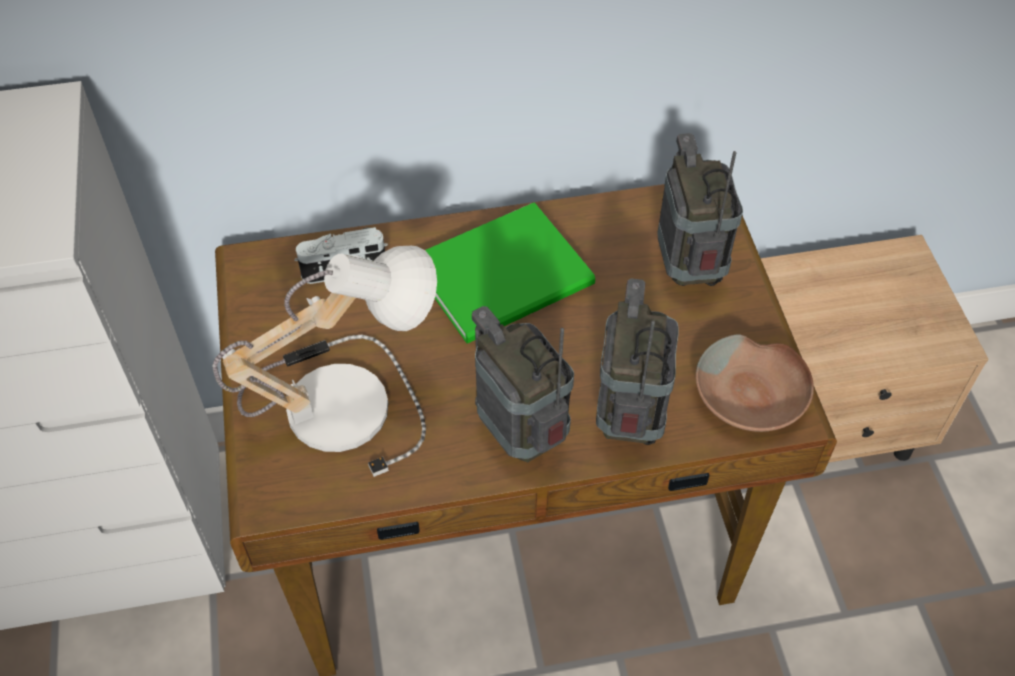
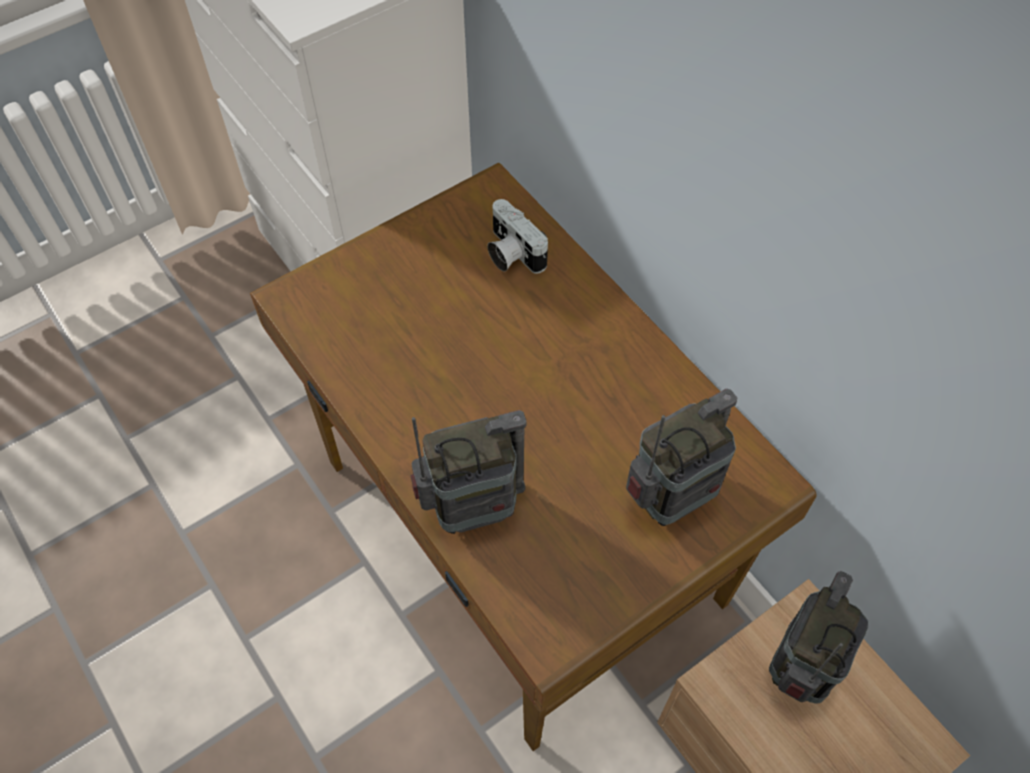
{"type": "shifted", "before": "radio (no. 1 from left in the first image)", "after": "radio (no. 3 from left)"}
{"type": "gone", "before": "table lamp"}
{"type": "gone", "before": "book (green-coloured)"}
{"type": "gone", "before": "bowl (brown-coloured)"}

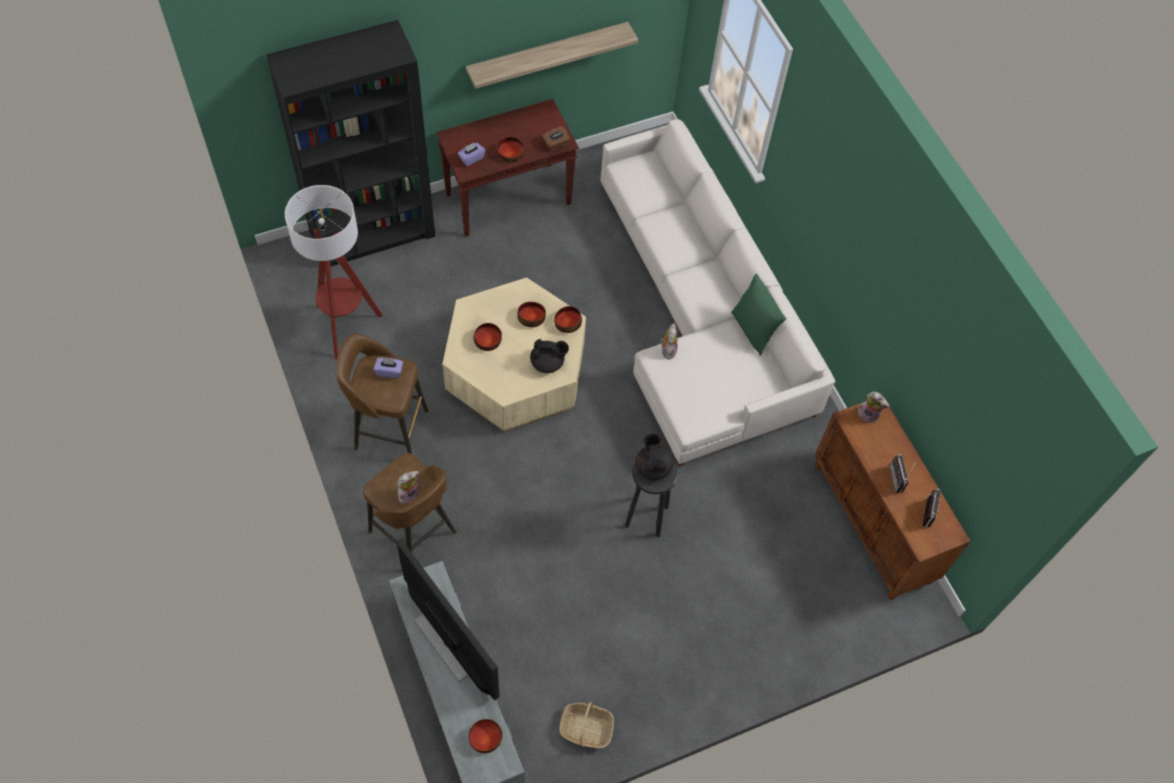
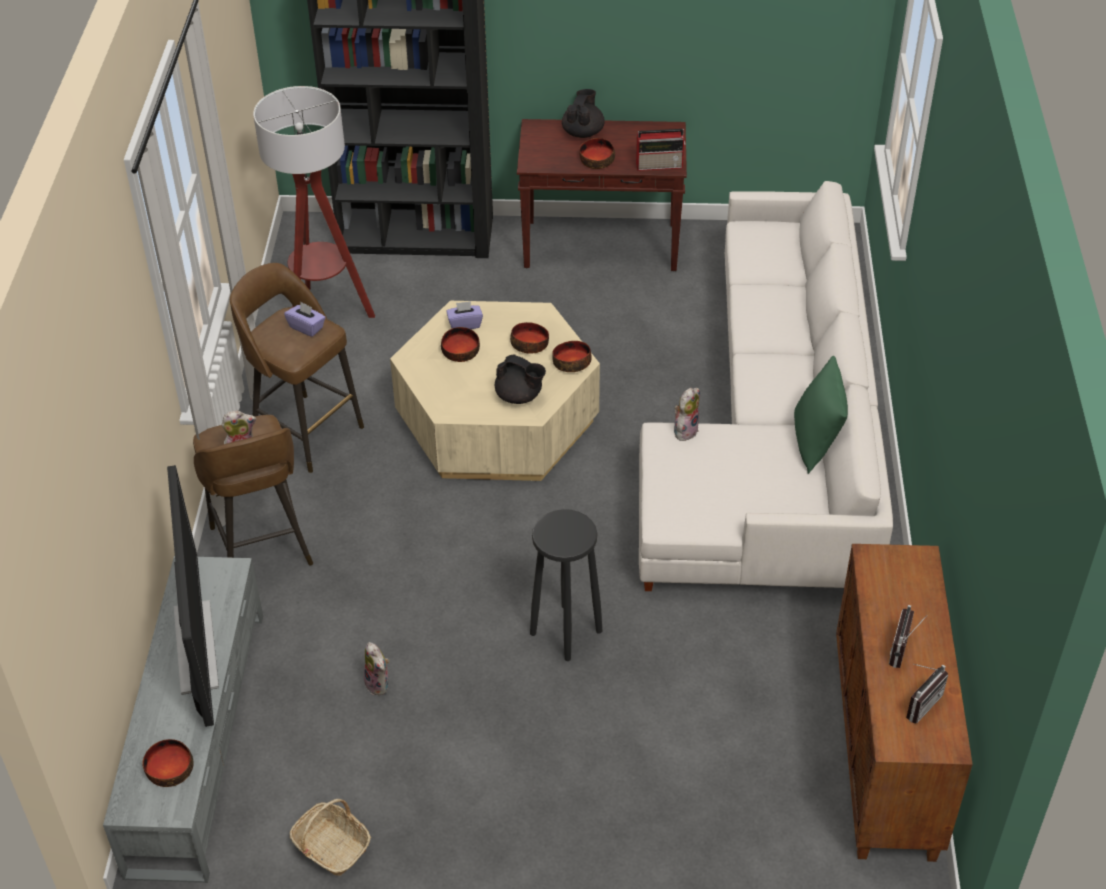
{"type": "shifted", "before": "cuddly toy (no. 3 from left in the first image)", "after": "cuddly toy (no. 2 from left)"}
{"type": "shifted", "before": "tissue holder (purple-coloured) (no. 2 from left)"}
{"type": "shifted", "before": "teapot (blackish) (no. 2 from left)"}
{"type": "swapped", "before": "tissue holder (brown-coloured)", "after": "radio (no. 1 from left)"}
{"type": "gone", "before": "wall shelf"}

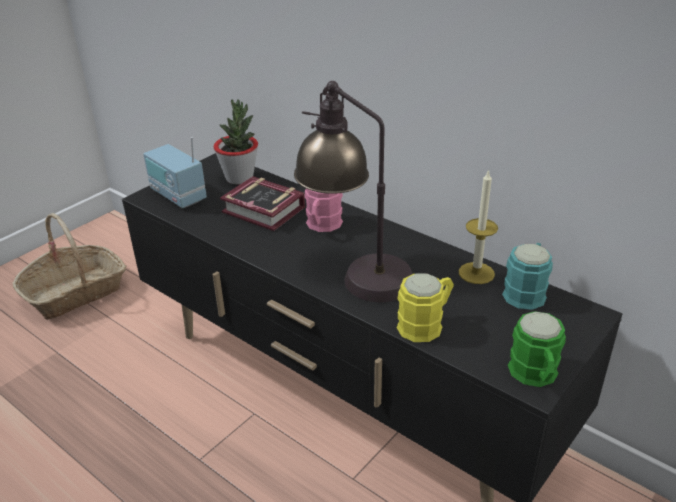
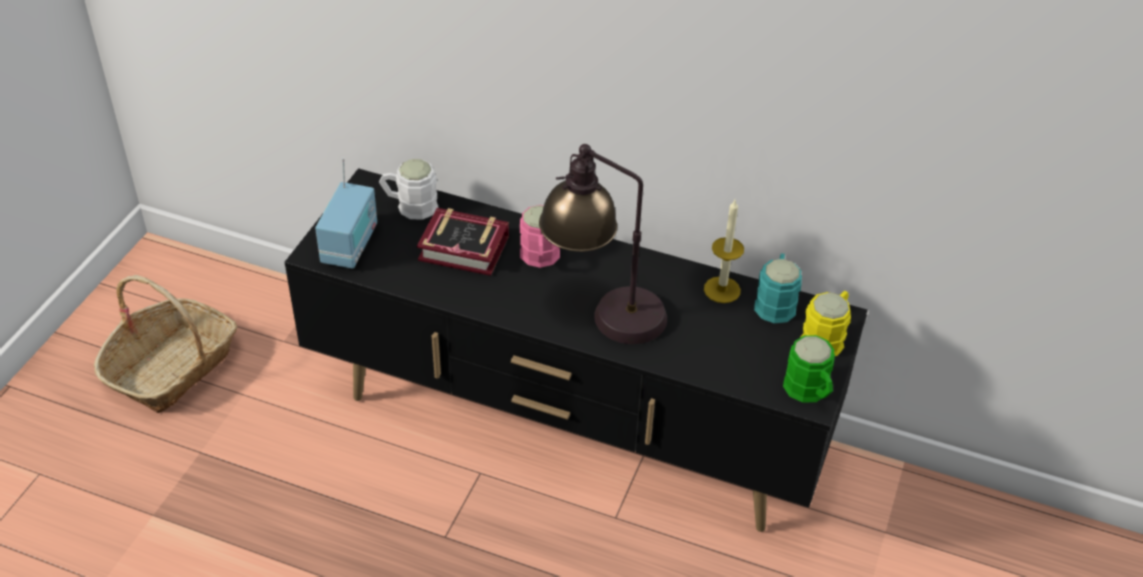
{"type": "rotated", "before": "radio", "turn": -105}
{"type": "swapped", "before": "plant in a pot", "after": "coffee mug (whitish)"}
{"type": "shifted", "before": "coffee mug (yellow)"}

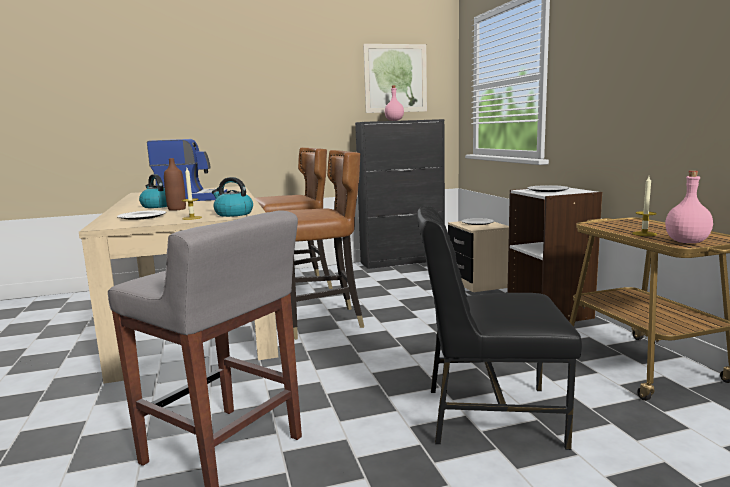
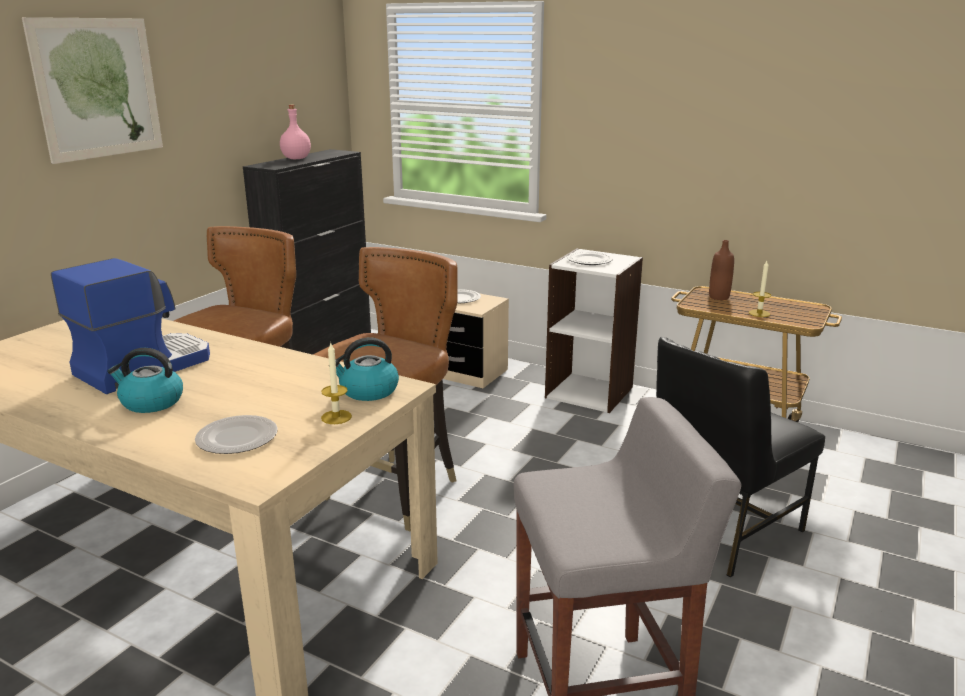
{"type": "shifted", "before": "wall art"}
{"type": "shifted", "before": "drink bottle (brown-coloured)"}
{"type": "gone", "before": "drink bottle (pink-coloured) (no. 2 from left)"}

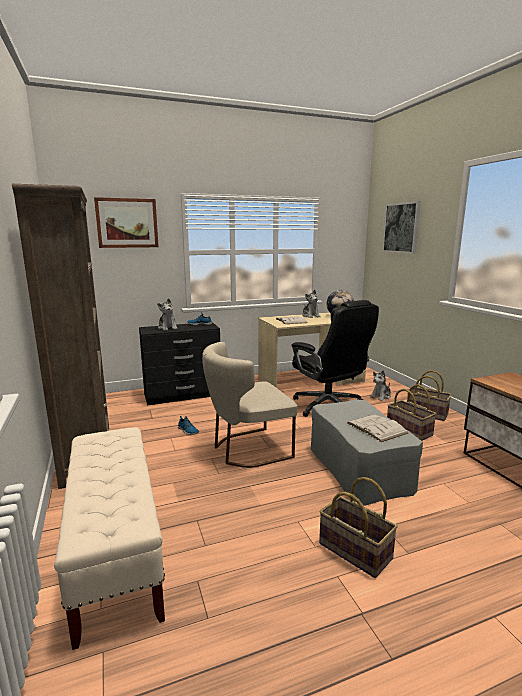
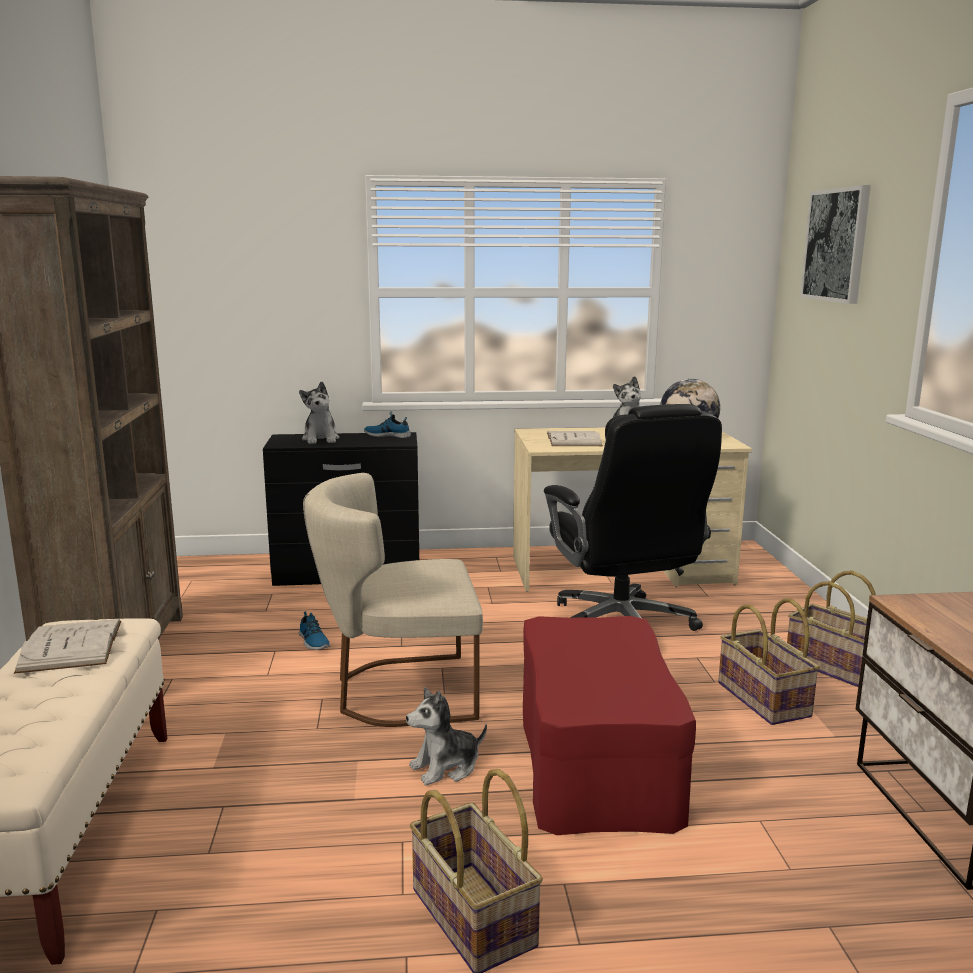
{"type": "shifted", "before": "book (whitish) (no. 2 from left in the first image)", "after": "book (whitish) (no. 1 from left)"}
{"type": "shifted", "before": "cuddly toy (no. 3 from left in the first image)", "after": "cuddly toy (no. 2 from left)"}
{"type": "repainted", "before": "pouffe (grey)", "after": "pouffe (reddish)"}
{"type": "gone", "before": "wall art (no. 1 from left)"}

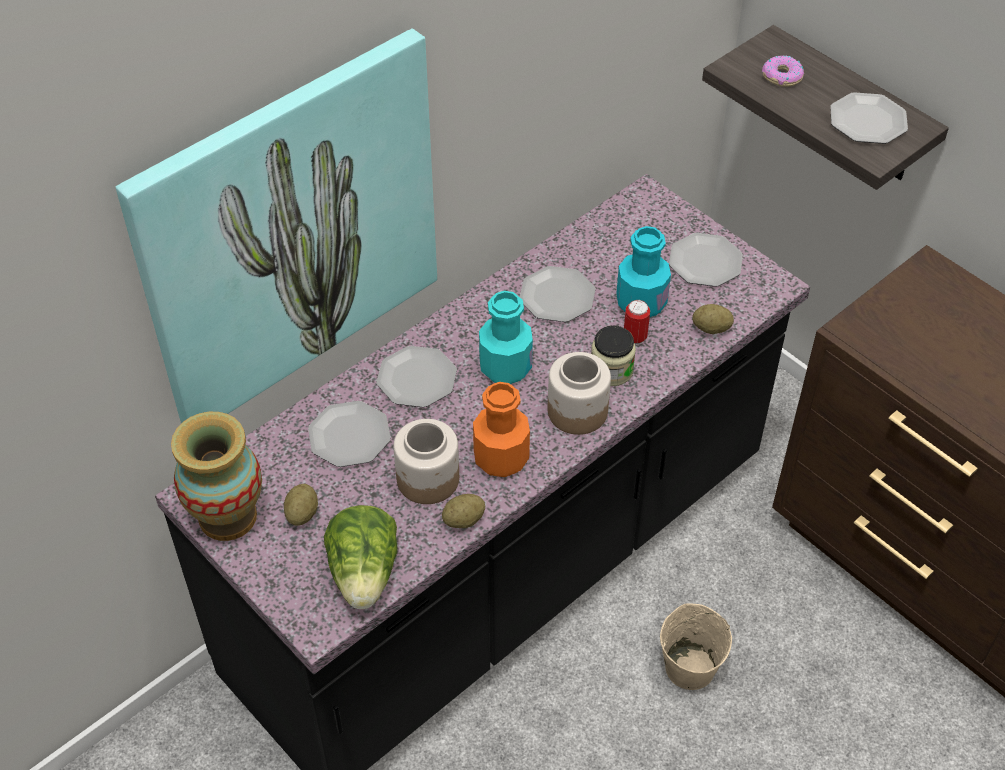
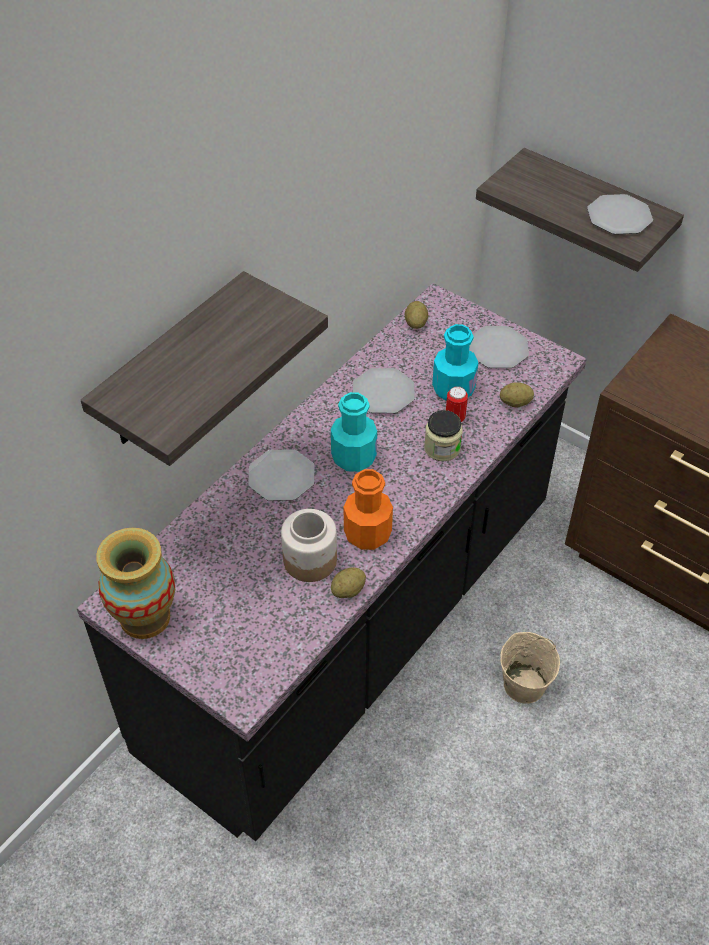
{"type": "swapped", "before": "wall art", "after": "wall shelf (no. 1 from left)"}
{"type": "shifted", "before": "whole potato (no. 1 from left in the first image)", "after": "whole potato (no. 2 from left)"}
{"type": "gone", "before": "flat dish (no. 1 from left)"}
{"type": "gone", "before": "lettuce"}
{"type": "gone", "before": "preserve jar (no. 2 from left)"}
{"type": "gone", "before": "donut"}

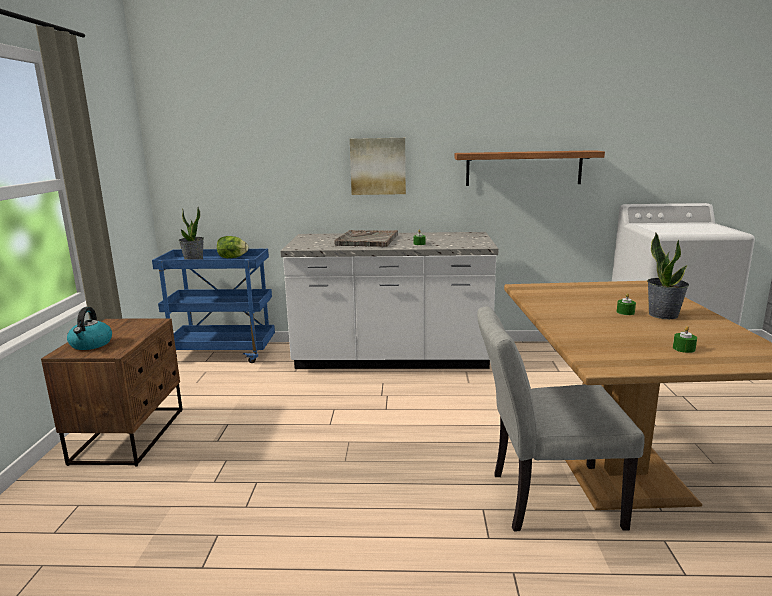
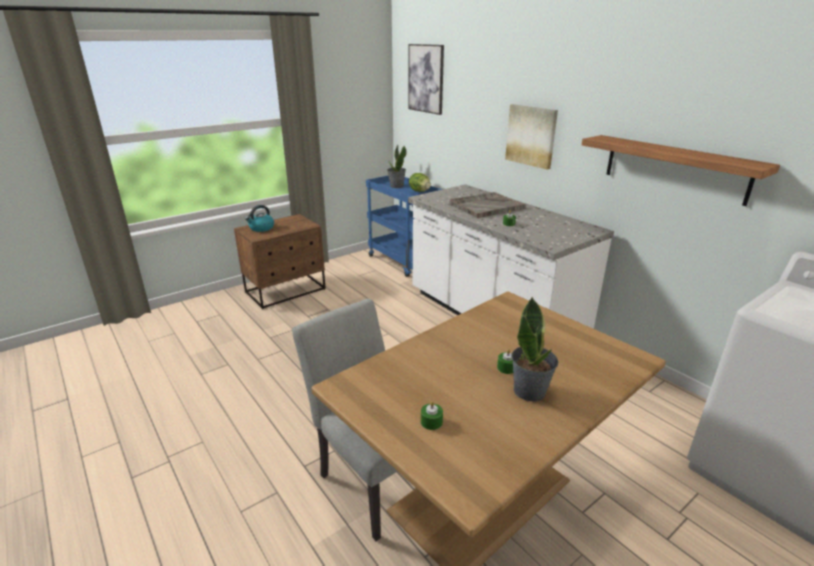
{"type": "new", "after": "wall art (no. 1 from left)"}

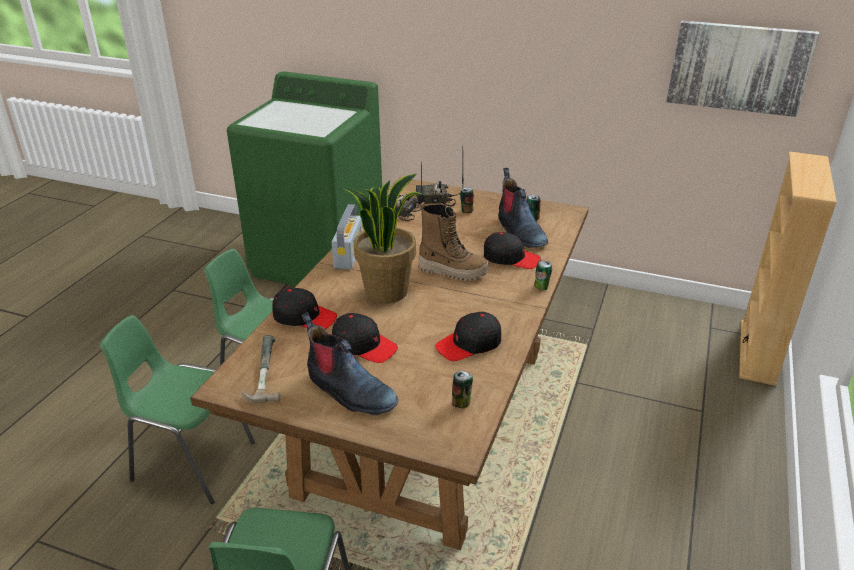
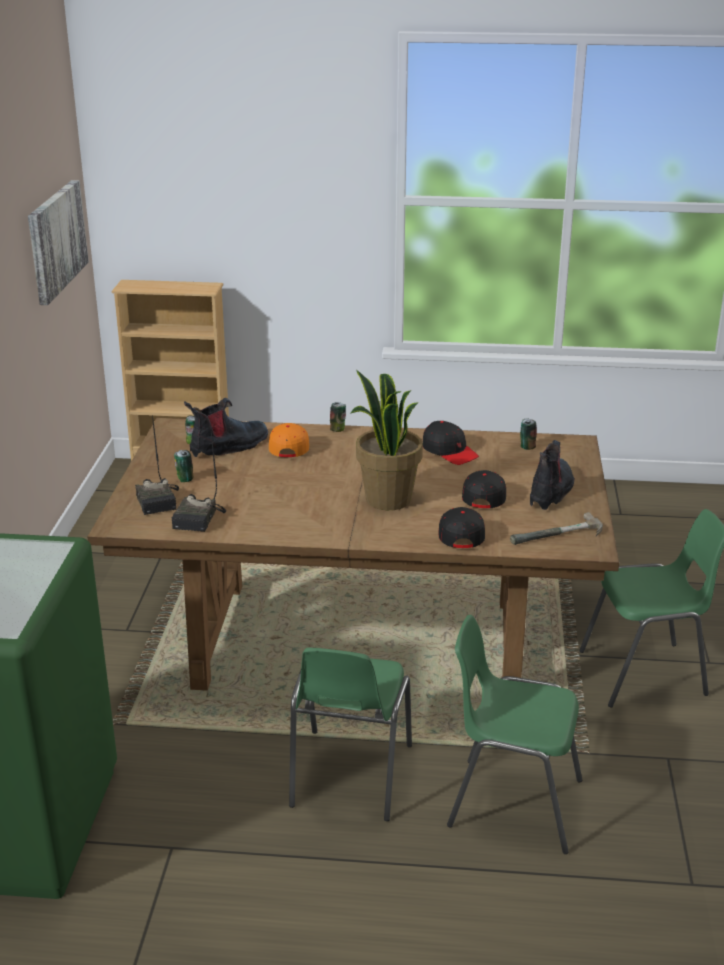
{"type": "repainted", "before": "peaked cap (blackish) (no. 4 from left)", "after": "peaked cap (orange-coloured)"}
{"type": "rotated", "before": "upright chair (green-coloured) (no. 1 from left in the first image)", "turn": 105}
{"type": "gone", "before": "radio (no. 1 from left)"}
{"type": "gone", "before": "boot (no. 2 from left)"}

